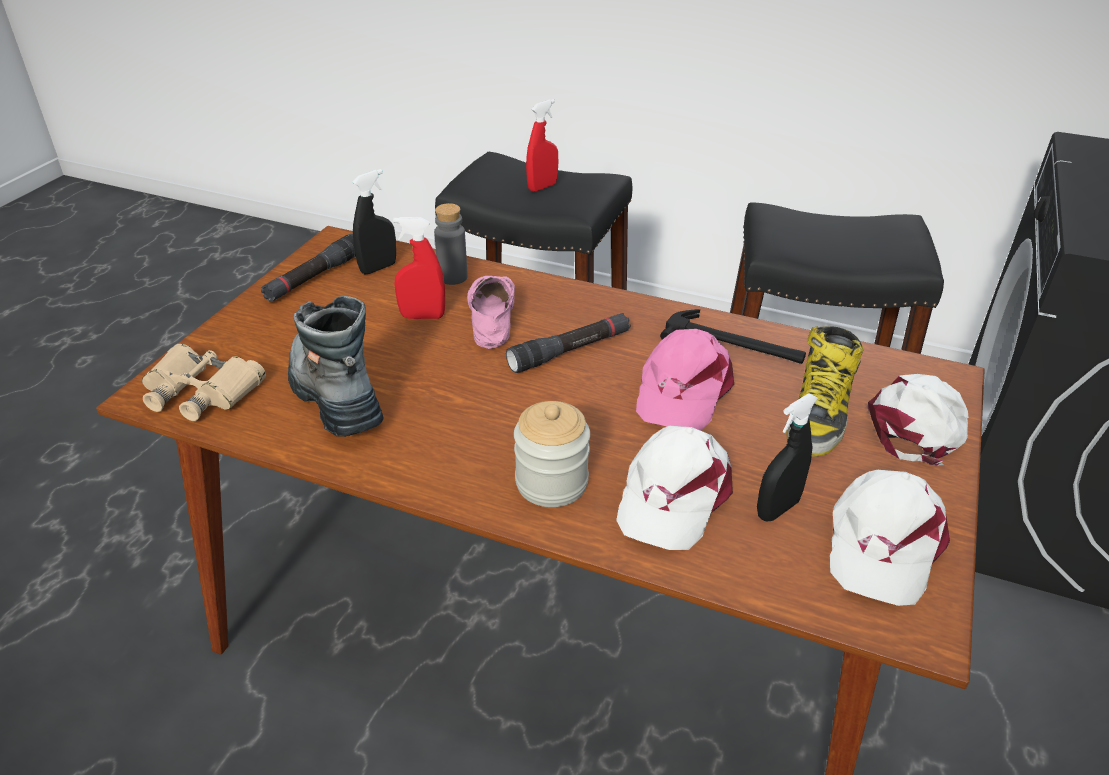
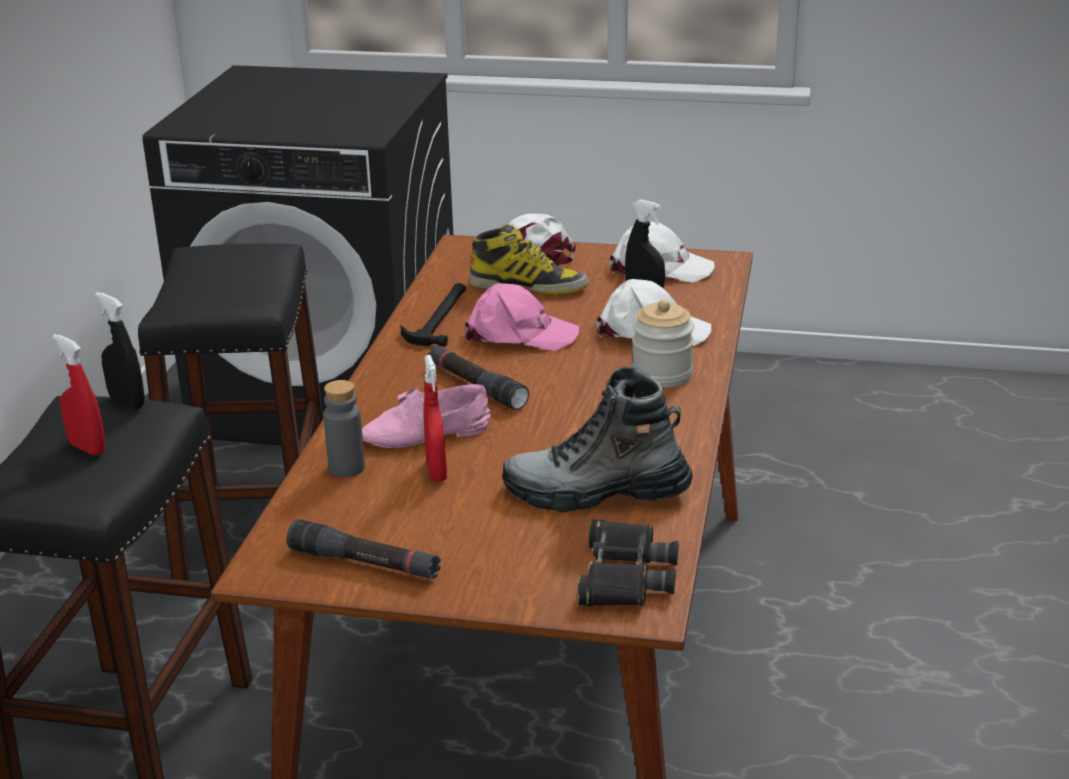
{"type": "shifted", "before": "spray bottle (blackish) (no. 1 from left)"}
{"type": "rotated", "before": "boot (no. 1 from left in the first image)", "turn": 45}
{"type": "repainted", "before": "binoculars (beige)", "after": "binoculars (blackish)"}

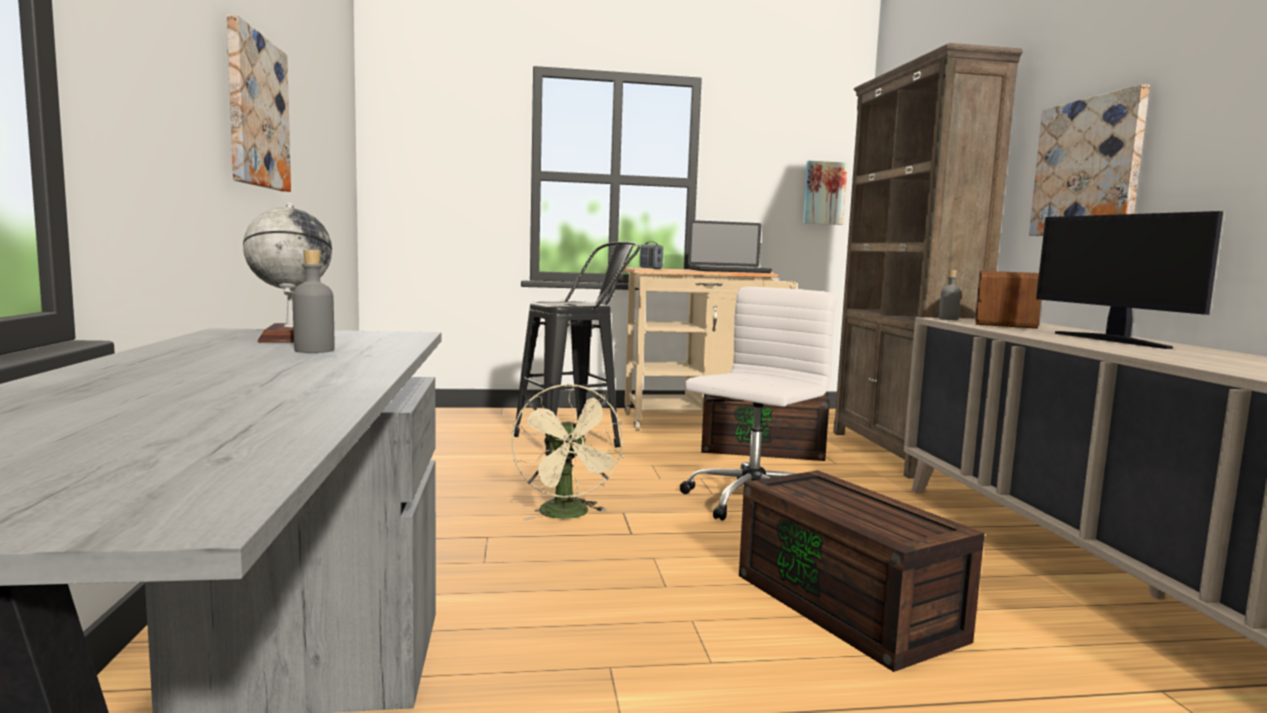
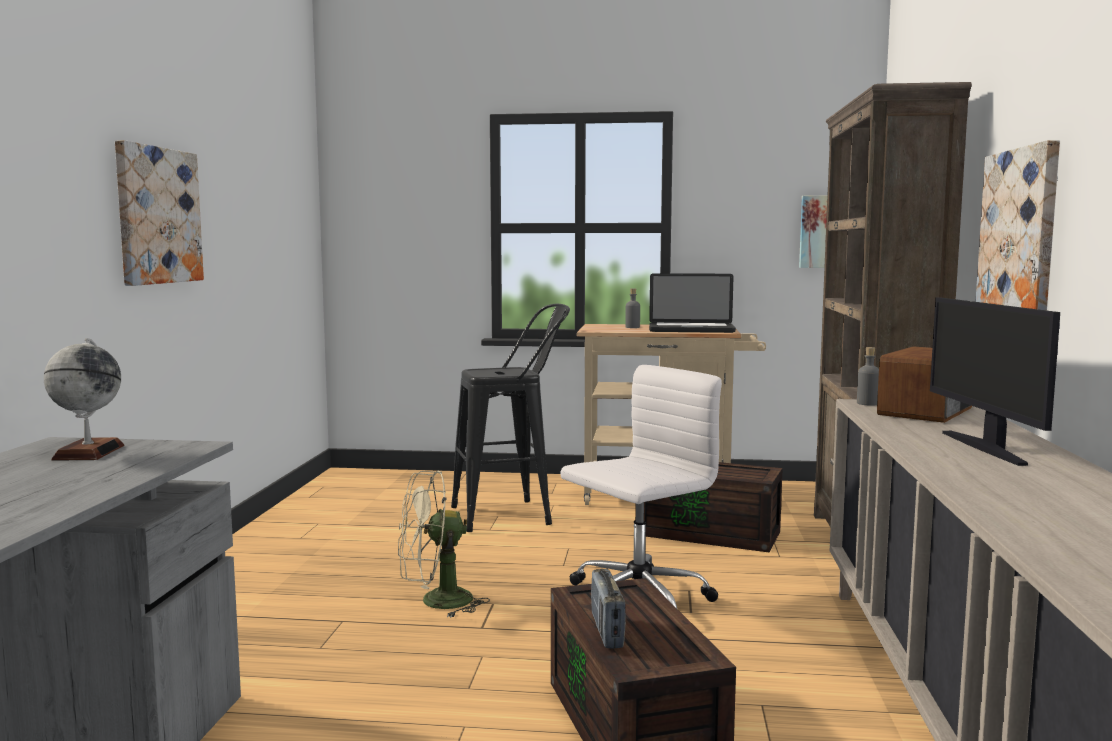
{"type": "rotated", "before": "fan (beige)", "turn": 75}
{"type": "shifted", "before": "radio (no. 1 from left)"}
{"type": "shifted", "before": "drink bottle (grey) (no. 1 from left)"}

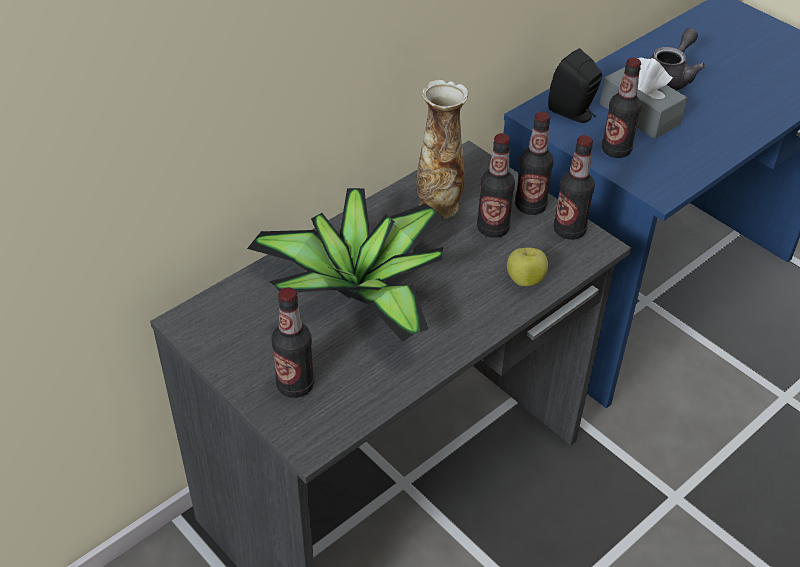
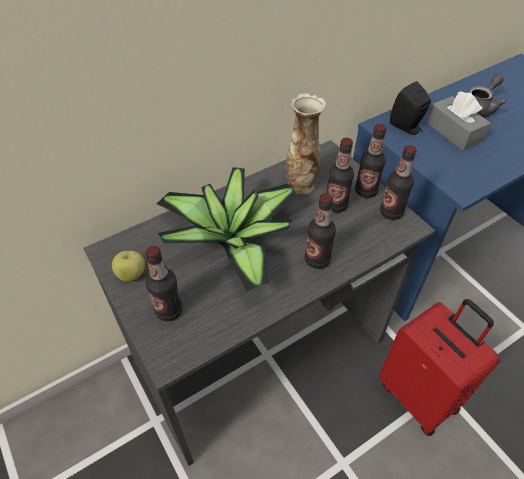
{"type": "shifted", "before": "apple"}
{"type": "shifted", "before": "drink bottle (no. 5 from left in the first image)", "after": "drink bottle (no. 2 from left)"}
{"type": "new", "after": "travel case (reddish)"}

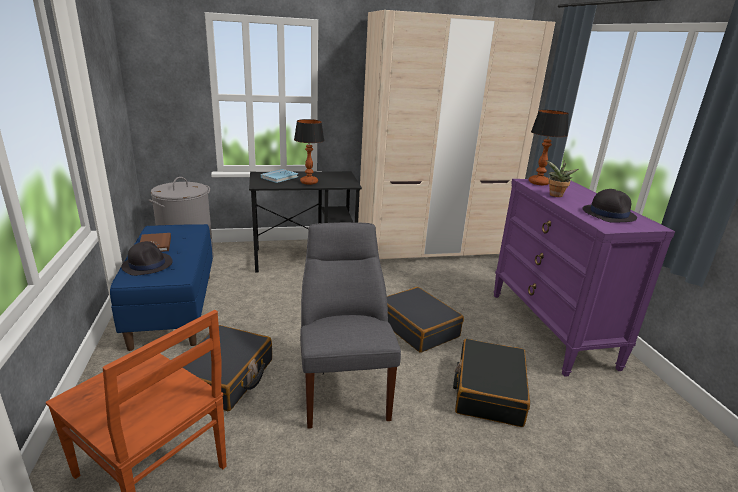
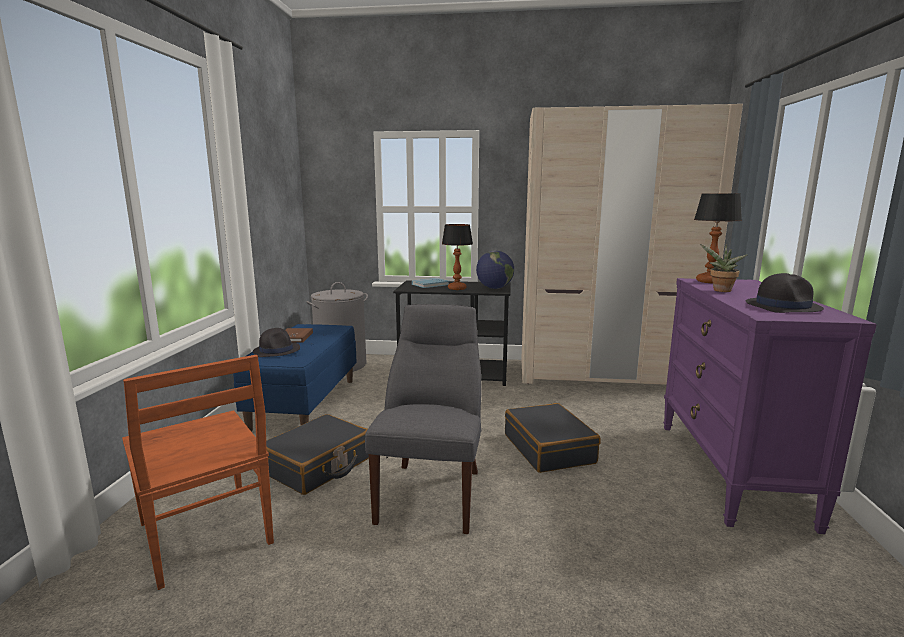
{"type": "new", "after": "globe"}
{"type": "gone", "before": "travel case (blackish) (no. 3 from left)"}

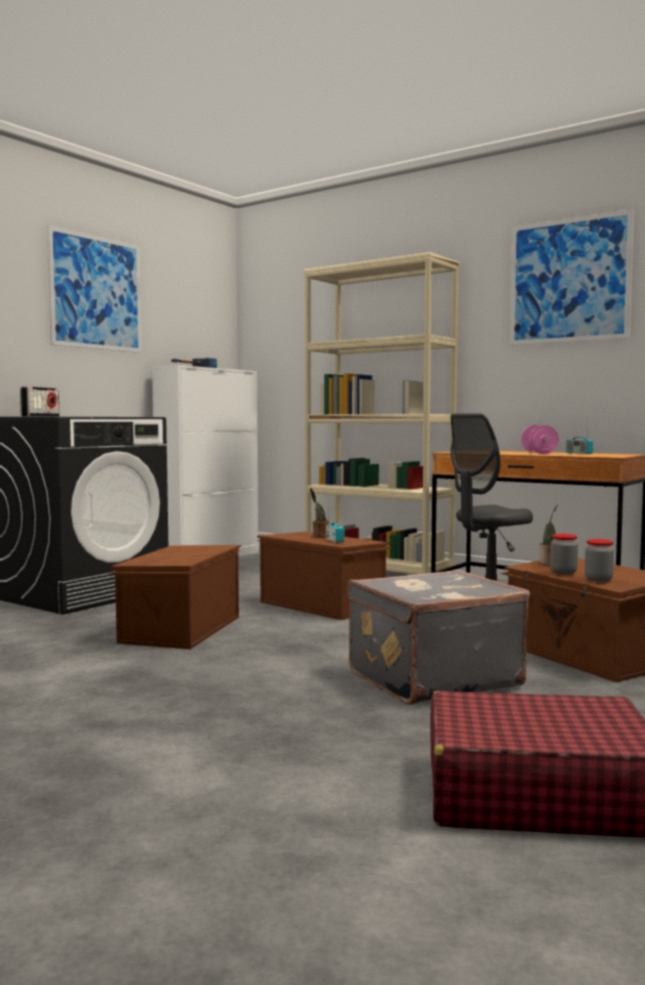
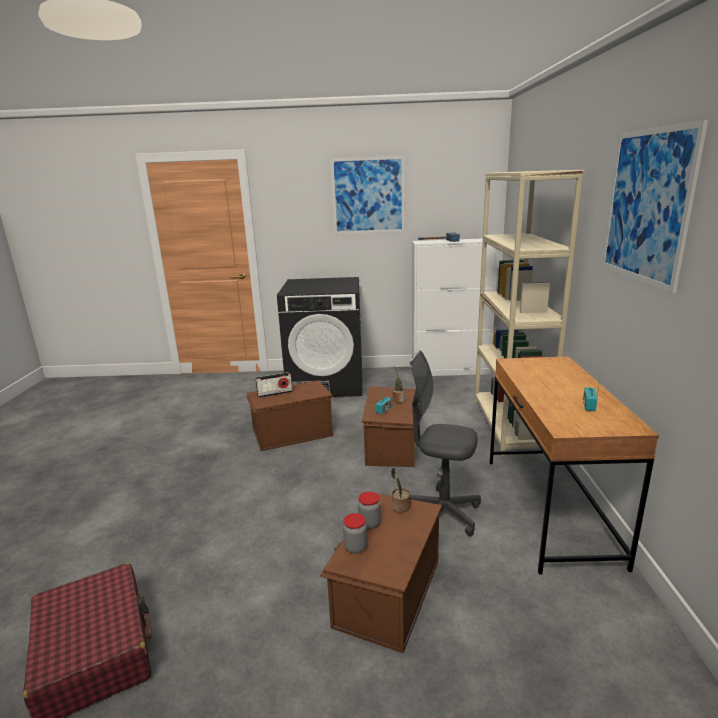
{"type": "shifted", "before": "radio (no. 1 from left)"}
{"type": "gone", "before": "travel case (grey)"}
{"type": "gone", "before": "dumbbell (pink-coloured)"}

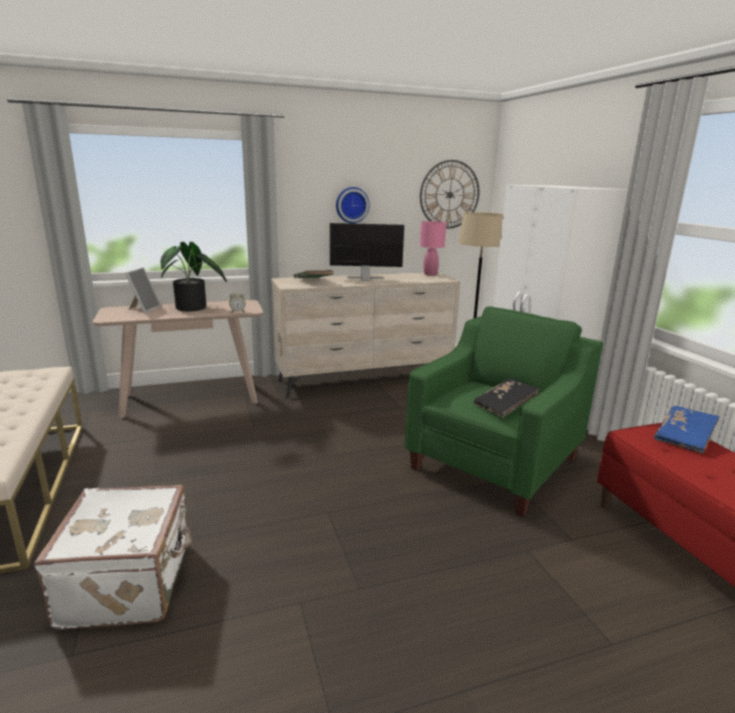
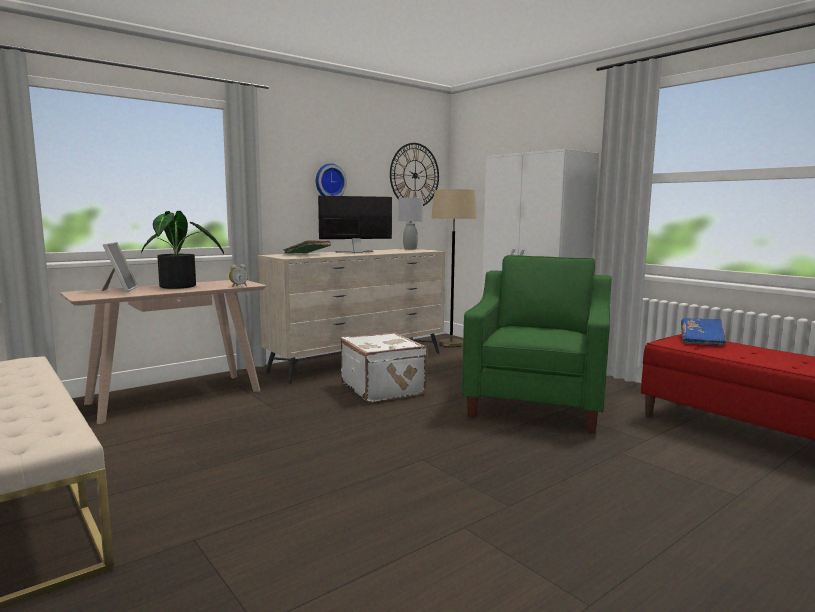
{"type": "shifted", "before": "travel case (whitish)"}
{"type": "repainted", "before": "table lamp (pink-coloured)", "after": "table lamp (grey)"}
{"type": "gone", "before": "book (blackish)"}

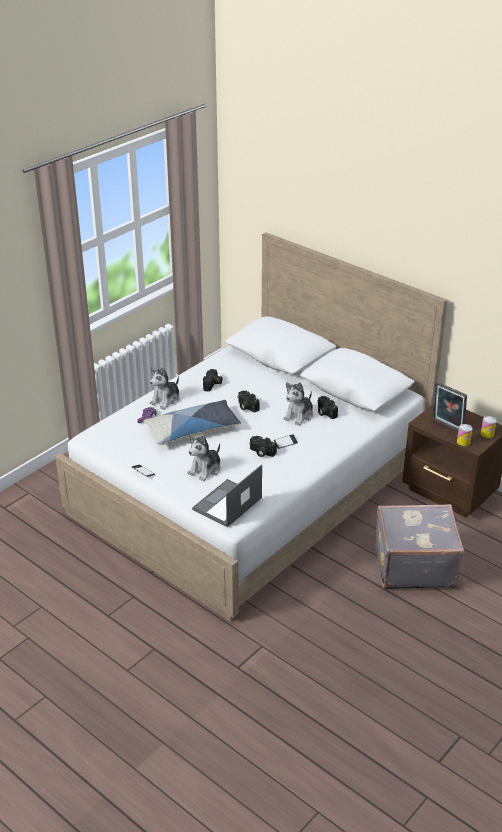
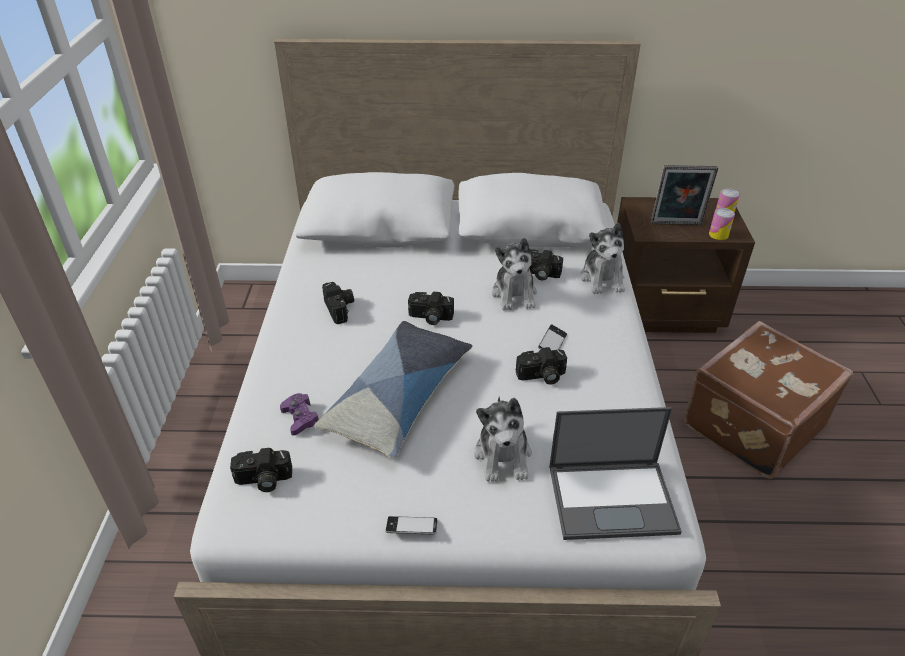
{"type": "new", "after": "still camera (no. 1 from left)"}
{"type": "rotated", "before": "laptop", "turn": -90}
{"type": "shifted", "before": "cuddly toy (no. 1 from left in the first image)", "after": "cuddly toy (no. 3 from left)"}
{"type": "repainted", "before": "travel case (grey)", "after": "travel case (brown-coloured)"}

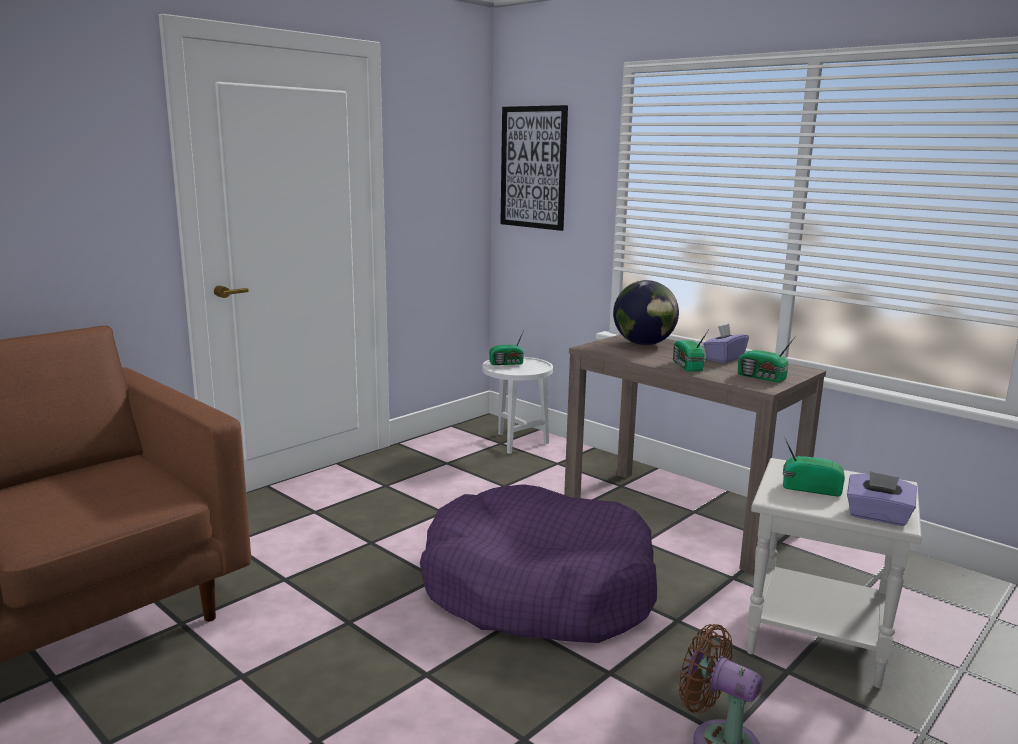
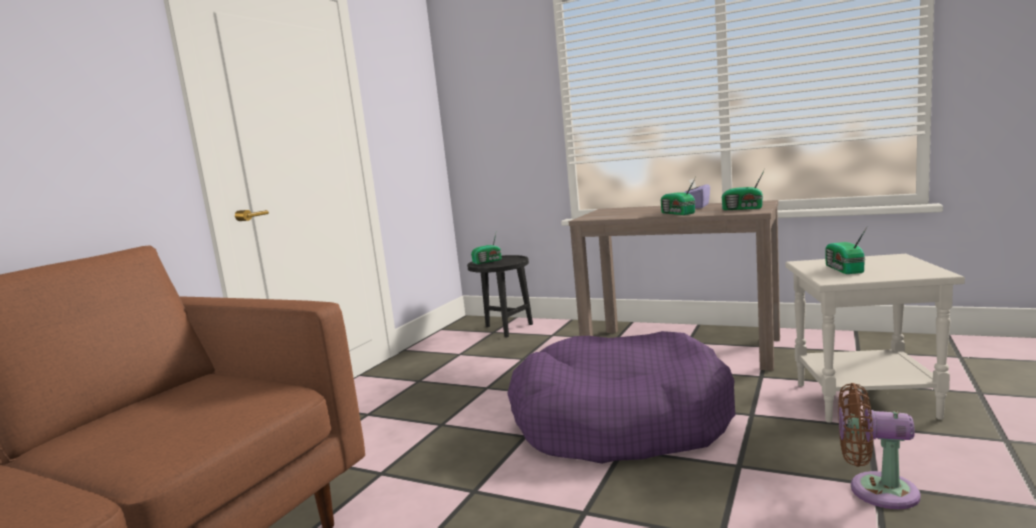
{"type": "repainted", "before": "end table (whitish) (no. 1 from left)", "after": "end table (blackish)"}
{"type": "rotated", "before": "radio (no. 4 from left)", "turn": -90}
{"type": "gone", "before": "wall art"}
{"type": "gone", "before": "globe"}
{"type": "gone", "before": "tissue holder (purple-coloured) (no. 2 from left)"}

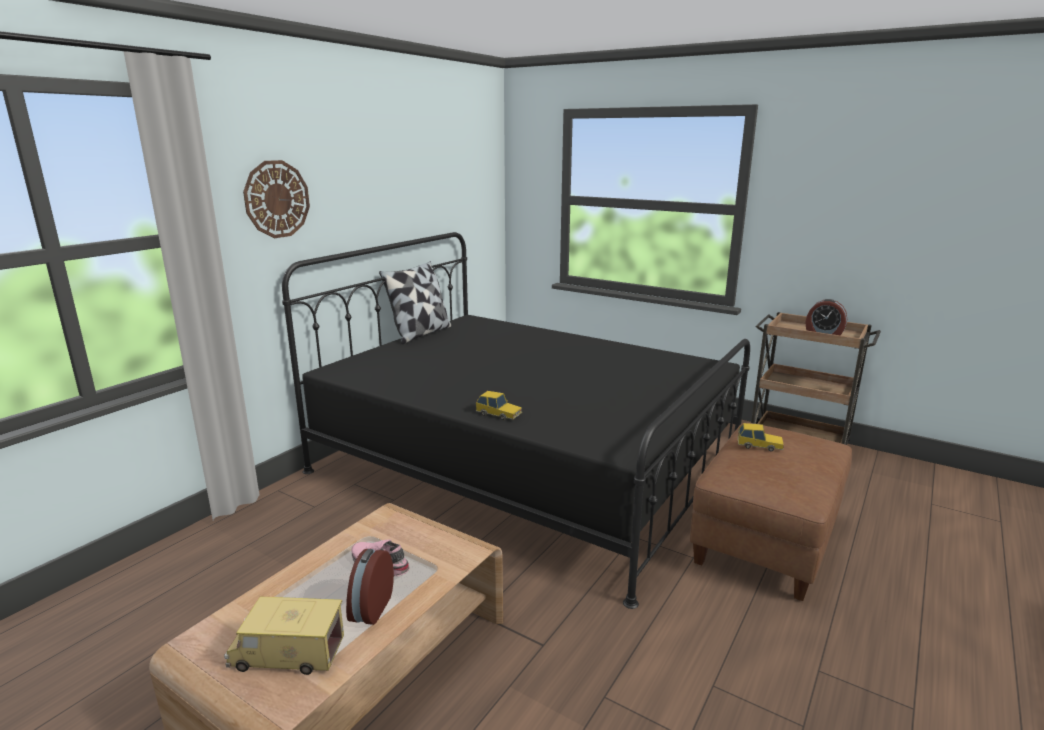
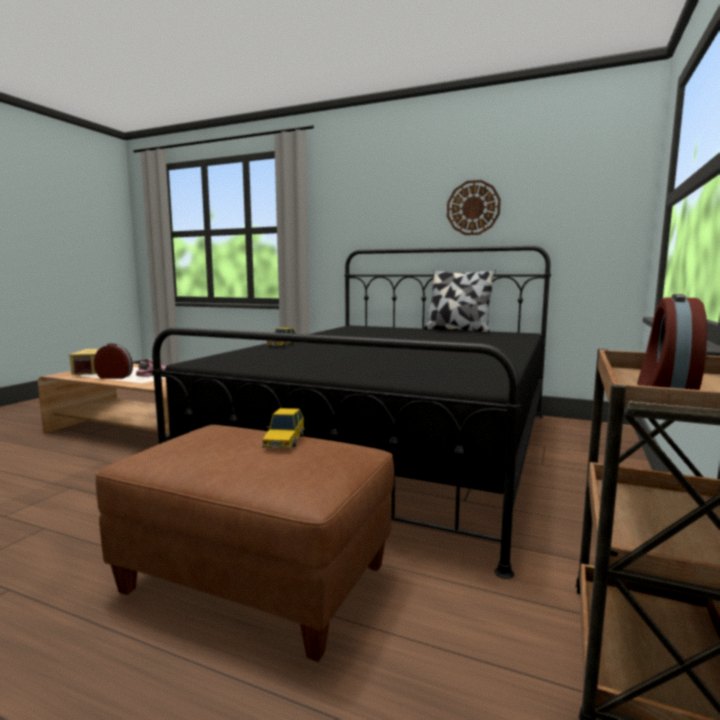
{"type": "shifted", "before": "wall clock"}

